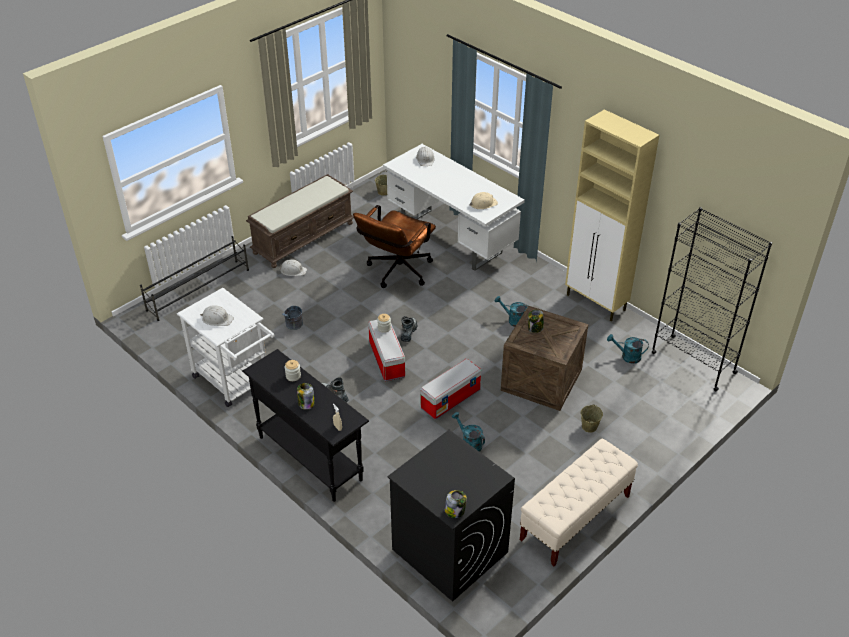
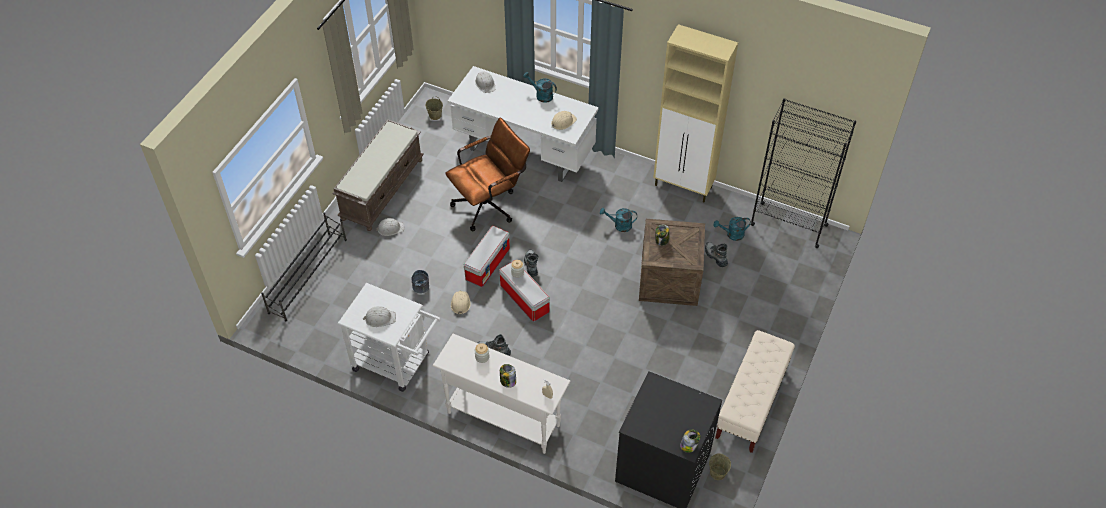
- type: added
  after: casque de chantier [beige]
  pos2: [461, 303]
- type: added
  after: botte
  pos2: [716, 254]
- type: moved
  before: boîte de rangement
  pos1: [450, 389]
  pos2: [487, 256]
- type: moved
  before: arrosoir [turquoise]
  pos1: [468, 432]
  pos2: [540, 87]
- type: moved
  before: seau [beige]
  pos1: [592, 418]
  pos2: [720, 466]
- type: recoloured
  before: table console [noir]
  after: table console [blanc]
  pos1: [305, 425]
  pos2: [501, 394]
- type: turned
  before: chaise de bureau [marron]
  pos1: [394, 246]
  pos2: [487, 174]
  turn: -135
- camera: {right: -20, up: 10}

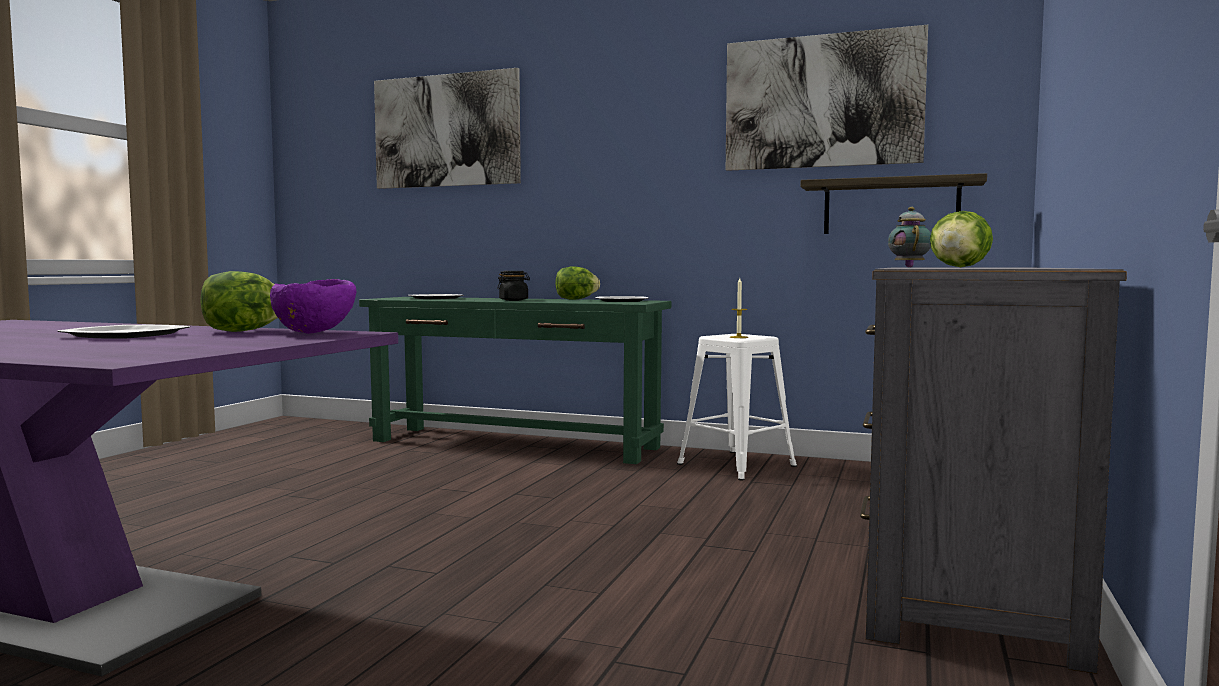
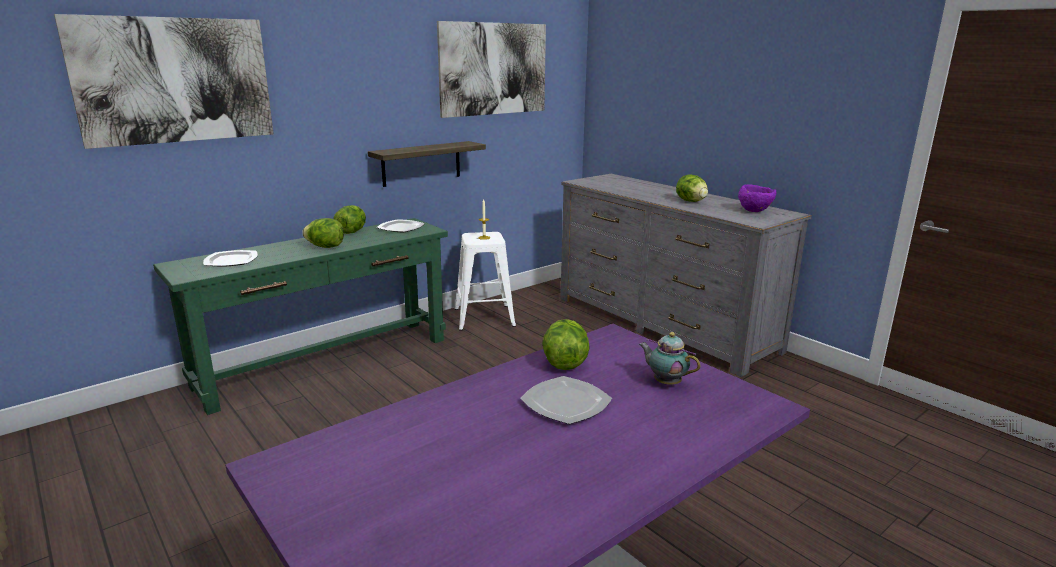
- type: moved
  before: bol [violet]
  pos1: [313, 306]
  pos2: [757, 198]
- type: moved
  before: étagère
  pos1: [894, 203]
  pos2: [427, 164]
- type: moved
  before: théière
  pos1: [909, 237]
  pos2: [669, 358]
- type: replaced
  before: bocal [noir]
  after: laitue
  pos1: [513, 286]
  pos2: [323, 233]
- camera: {right: -60, up: 15}

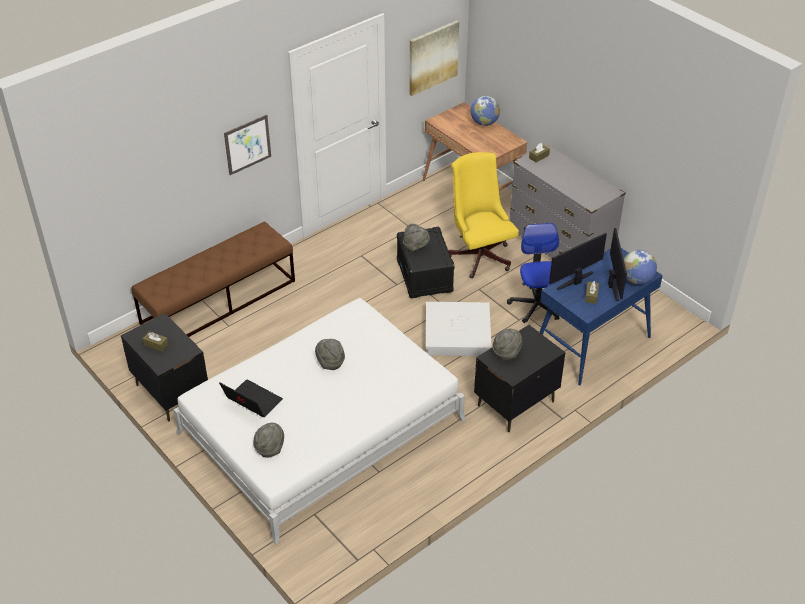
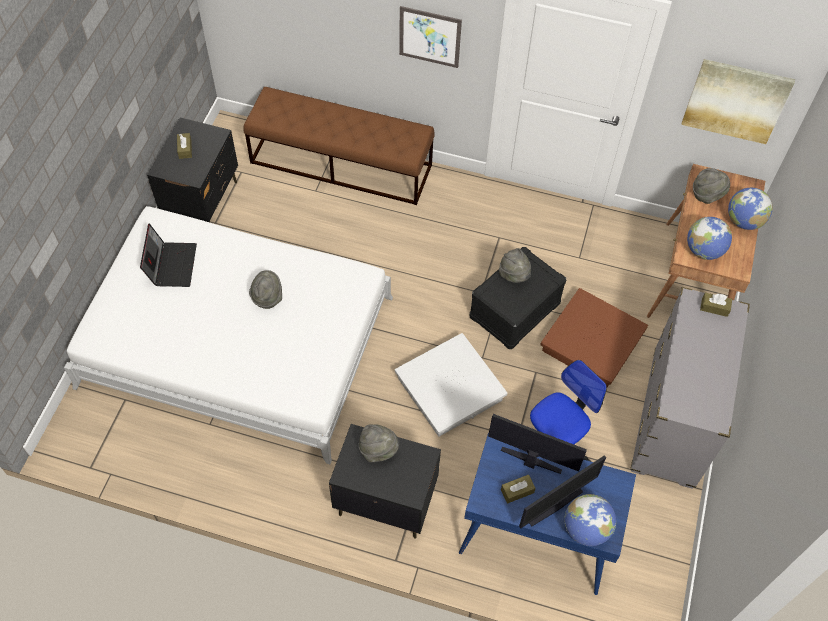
- type: added
  after: globe
  pos2: [709, 238]
- type: moved
  before: chapeau [gris]
  pos1: [268, 440]
  pos2: [711, 186]
- type: replaced
  before: chaise de bureau [jaune]
  after: boîte de rangement [marron]
  pos1: [483, 215]
  pos2: [594, 337]
- camera: {right: 55, up: 15}

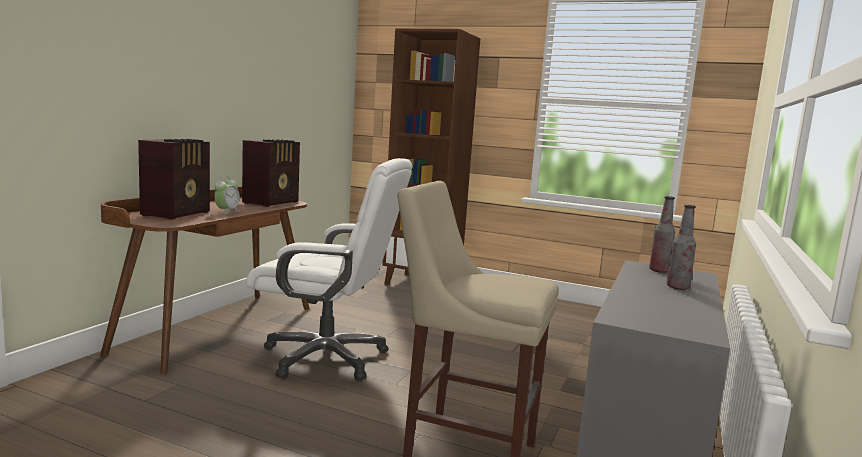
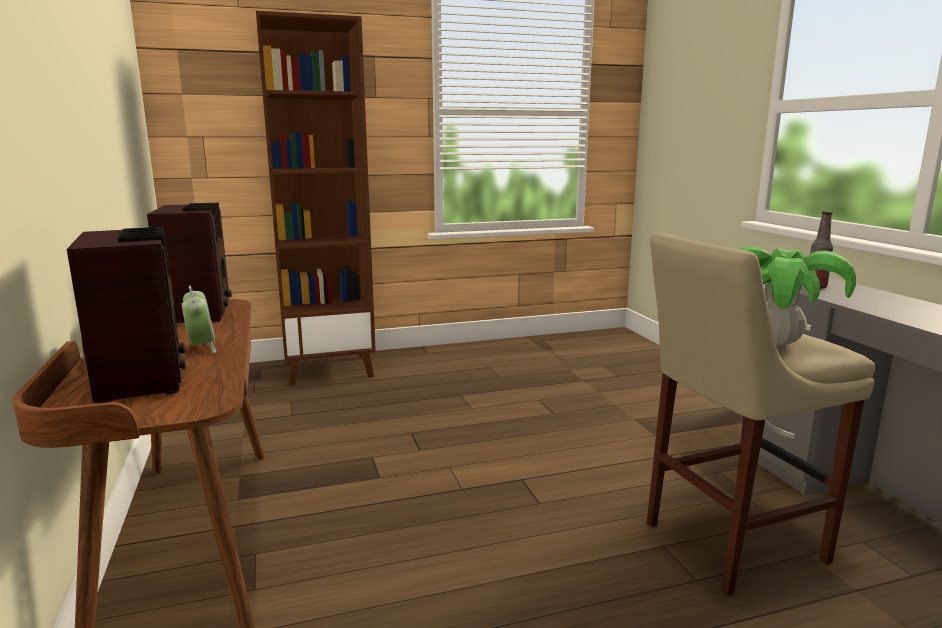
- type: removed
  before: chaise de bureau [blanc]
  pos1: [329, 269]
- type: removed
  before: bouteille
  pos1: [681, 247]
- type: added
  after: plante en pot
  pos2: [797, 296]
- camera: {right: -40, up: 5}

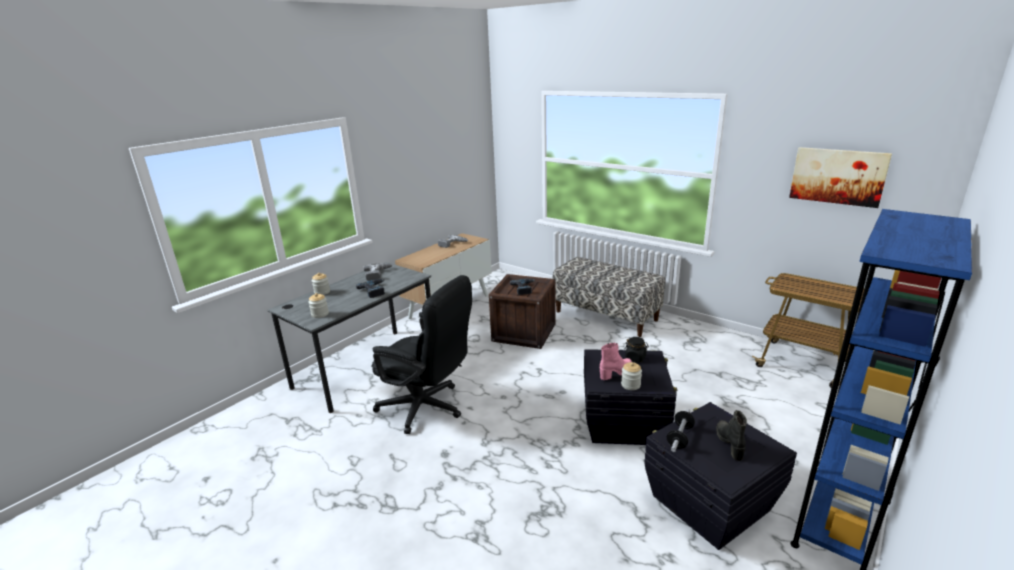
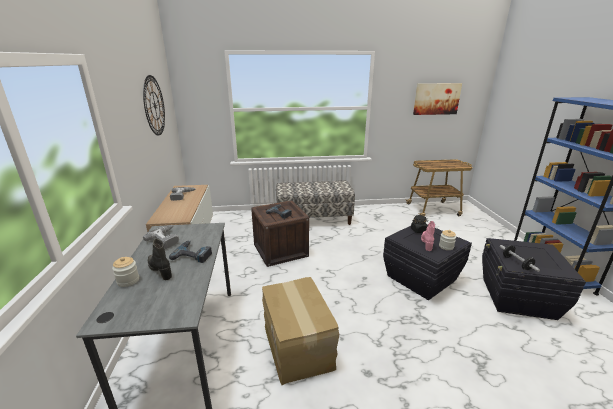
- type: removed
  before: bocal
  pos1: [318, 305]
- type: added
  after: horloge murale
  pos2: [154, 105]
- type: moved
  before: botte [noir]
  pos1: [731, 435]
  pos2: [160, 259]
- type: replaced
  before: chaise de bureau [noir]
  after: carton
  pos1: [421, 354]
  pos2: [300, 331]
- camera: {right: -45, up: 0}

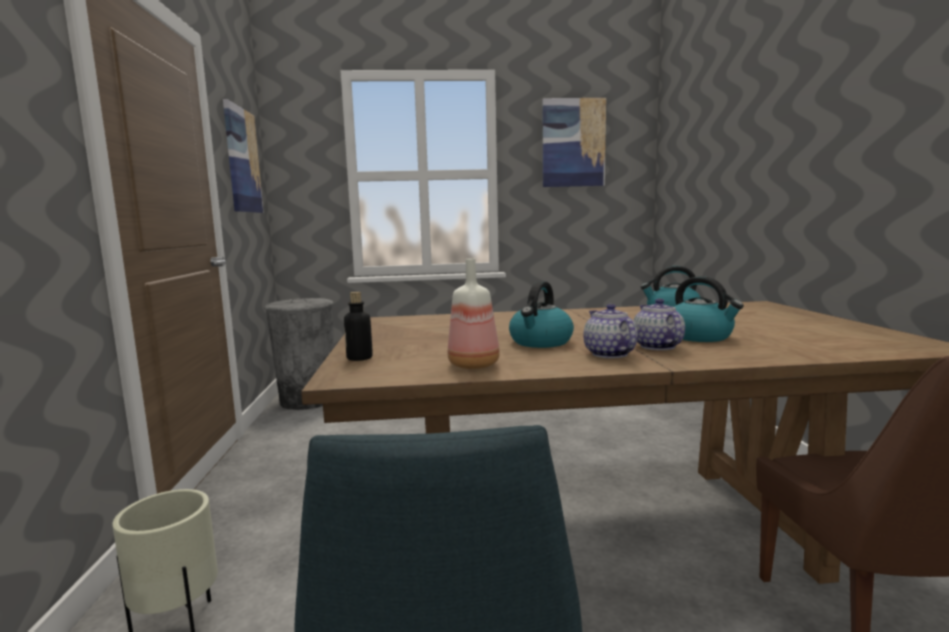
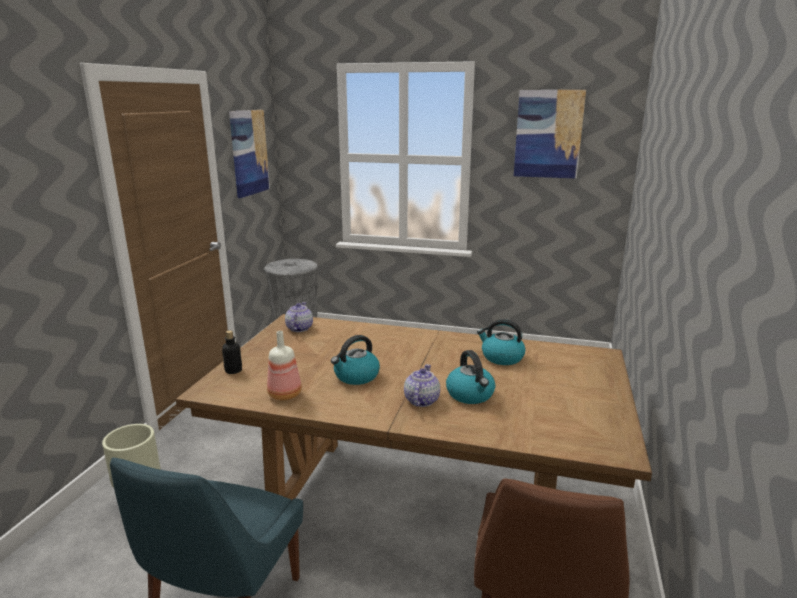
- type: moved
  before: théière
  pos1: [611, 331]
  pos2: [299, 317]
- camera: {right: 20, up: 10}

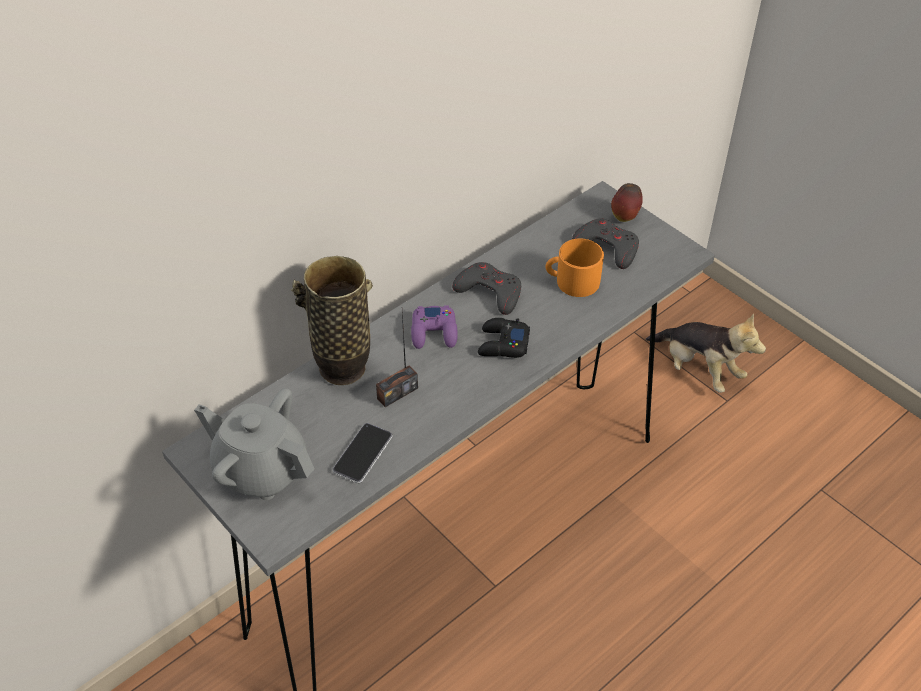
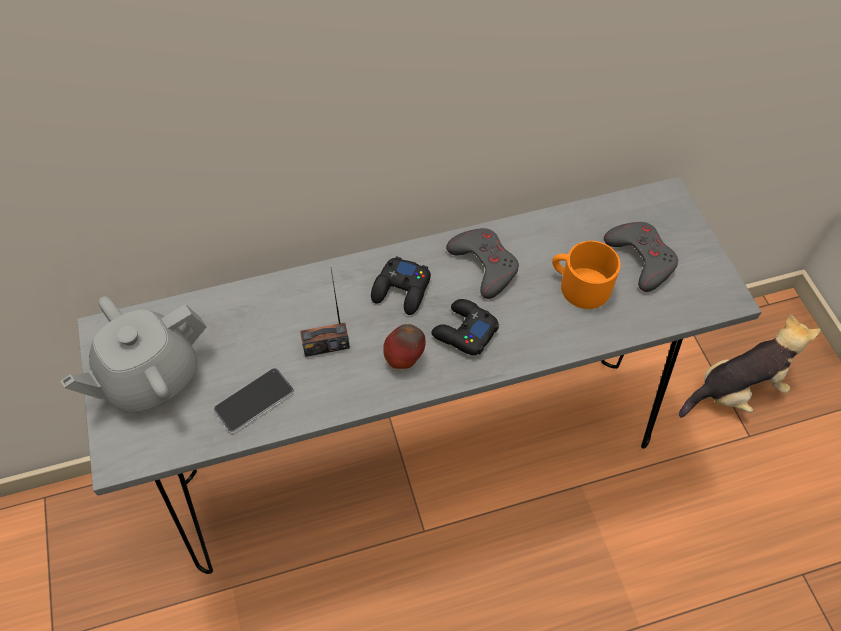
- type: removed
  before: vase
  pos1: [332, 320]
- type: moved
  before: pomme
  pos1: [627, 202]
  pos2: [404, 346]
- type: recoloured
  before: manette [violet]
  after: manette [noir]
  pos1: [434, 327]
  pos2: [401, 285]
- type: turned
  before: théière [gris]
  pos1: [254, 444]
  pos2: [133, 354]
  turn: -90
- type: turned
  before: peluche
  pos1: [706, 352]
  pos2: [750, 366]
  turn: -90
- camera: {right: 25, up: 10}

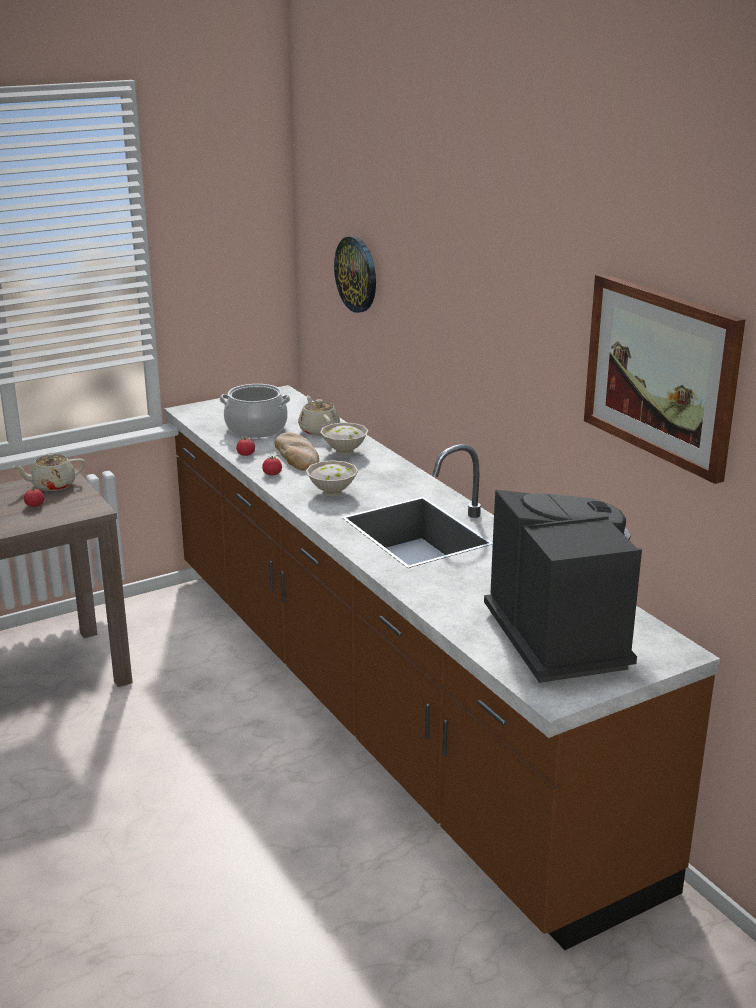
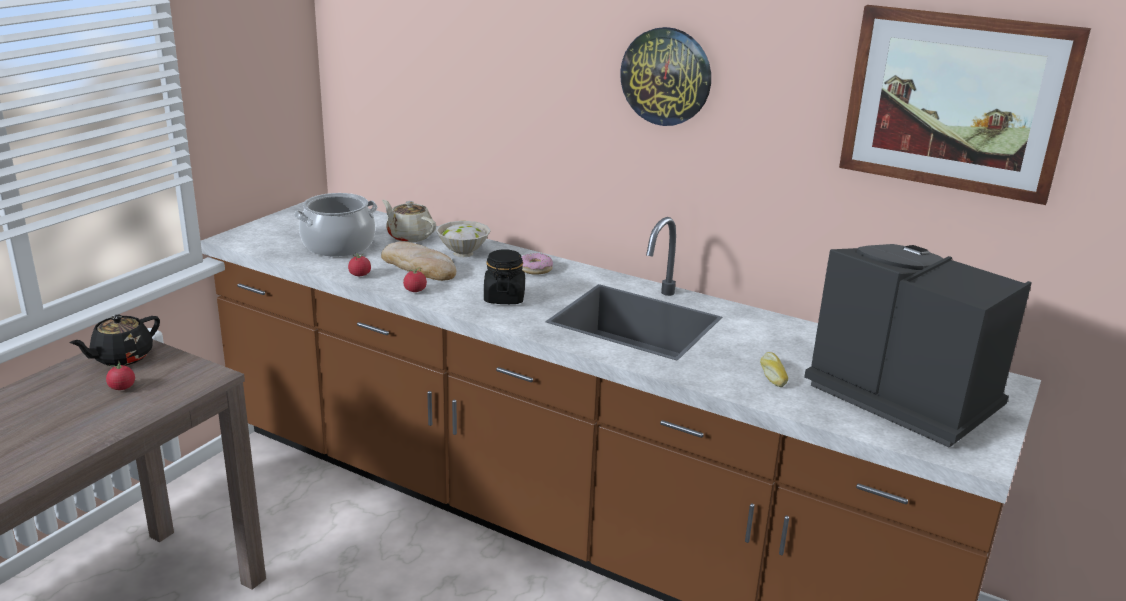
- type: added
  after: beignet
  pos2: [537, 264]
- type: added
  after: pain
  pos2: [774, 369]
- type: moved
  before: horloge murale
  pos1: [355, 274]
  pos2: [665, 76]
- type: replaced
  before: bol [blanc]
  after: bocal [noir]
  pos1: [332, 478]
  pos2: [504, 276]
- type: recoloured
  before: théière [beige]
  after: théière [noir]
  pos1: [48, 472]
  pos2: [114, 340]
- camera: {right: -30, up: 0}

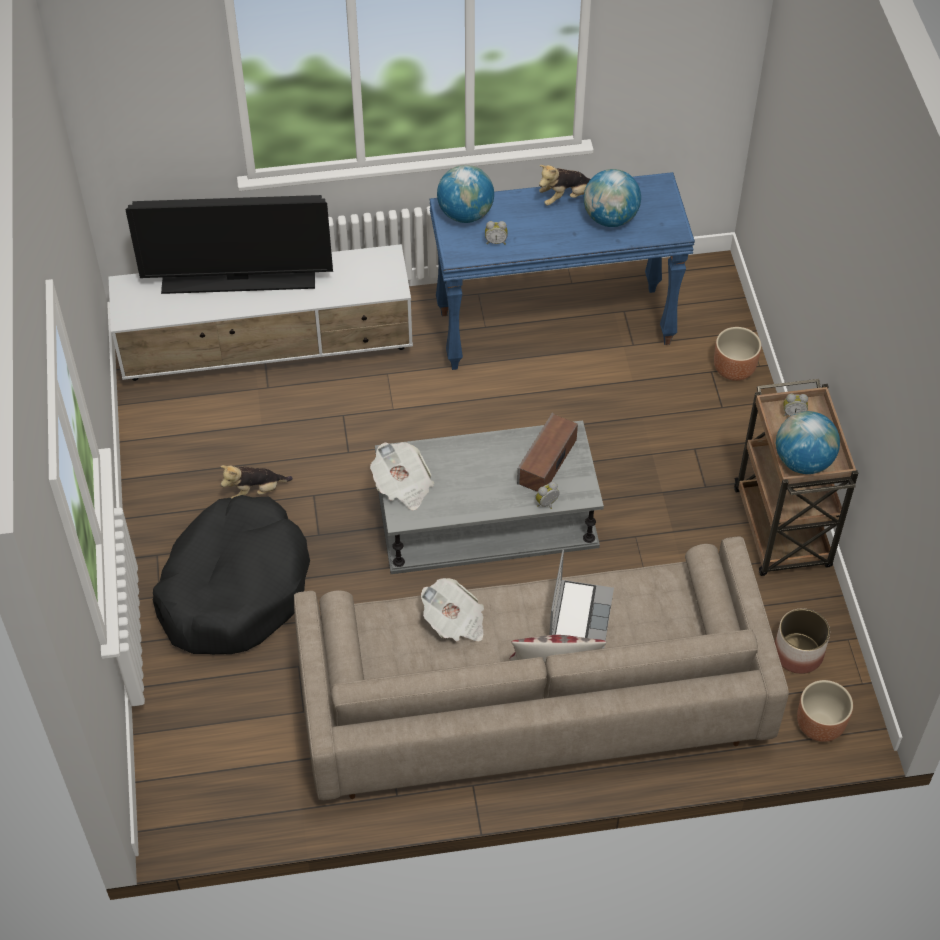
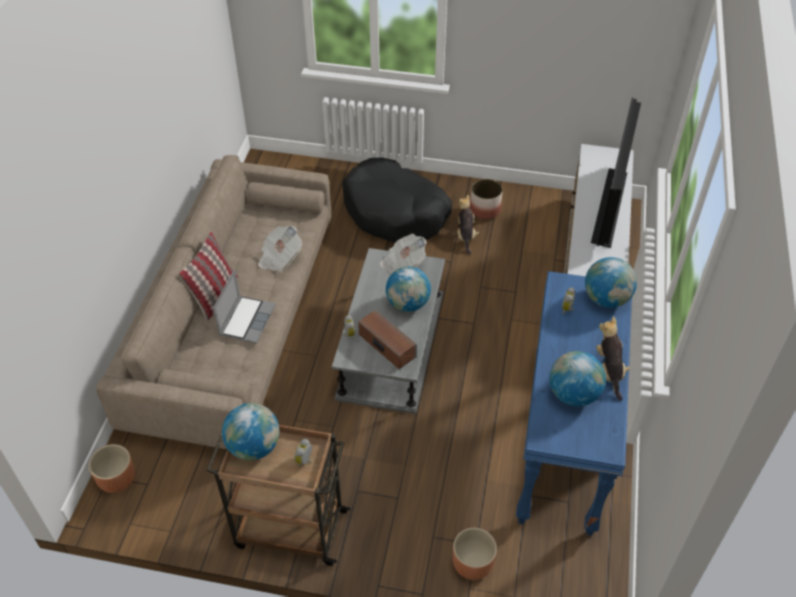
- type: added
  after: globe
  pos2: [408, 289]
- type: moved
  before: cache-pot
  pos1: [802, 641]
  pos2: [486, 199]
- type: turned
  before: ordinateur portable
  pos1: [581, 599]
  pos2: [244, 306]
  turn: -105
- camera: {right: 110, up: -5}

